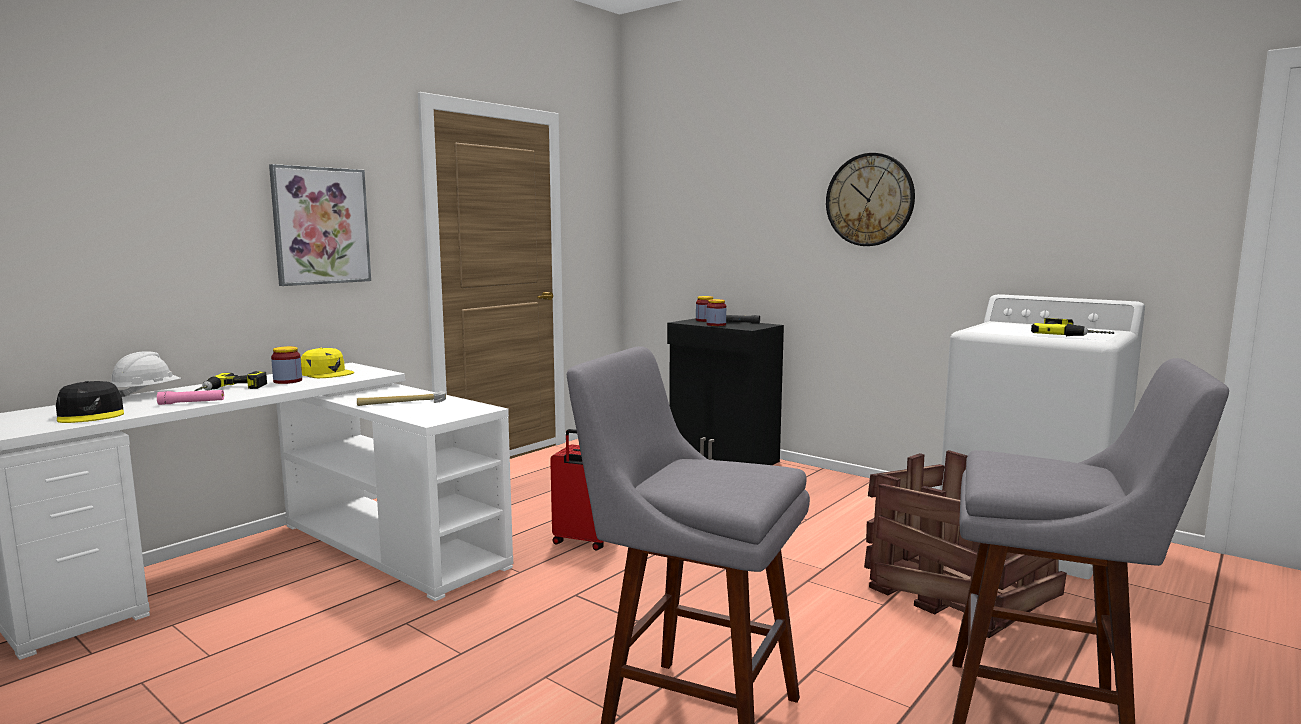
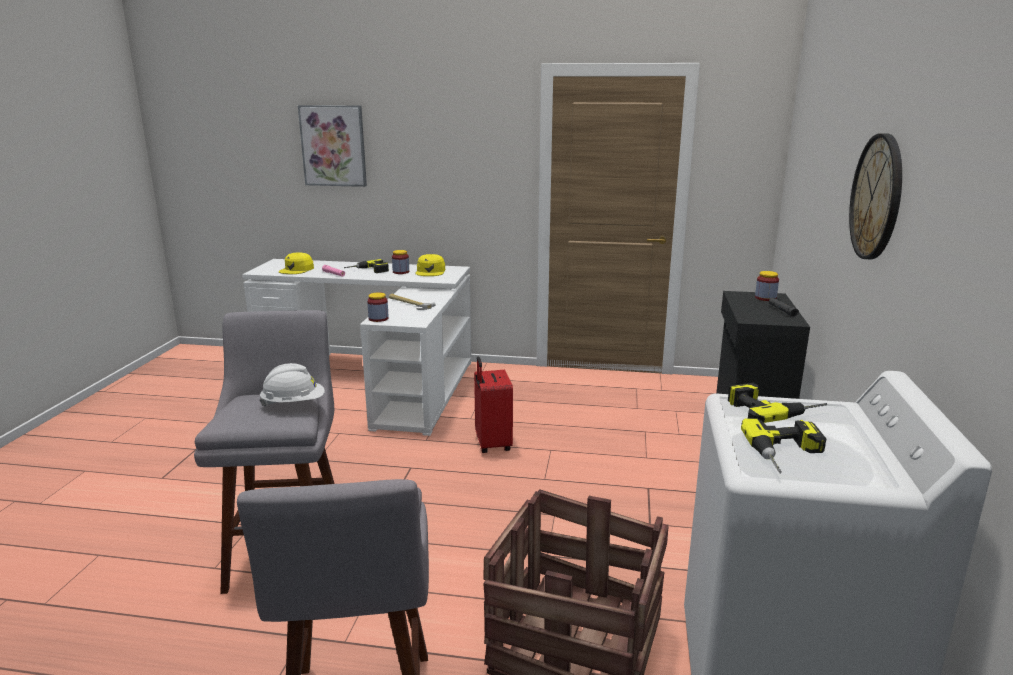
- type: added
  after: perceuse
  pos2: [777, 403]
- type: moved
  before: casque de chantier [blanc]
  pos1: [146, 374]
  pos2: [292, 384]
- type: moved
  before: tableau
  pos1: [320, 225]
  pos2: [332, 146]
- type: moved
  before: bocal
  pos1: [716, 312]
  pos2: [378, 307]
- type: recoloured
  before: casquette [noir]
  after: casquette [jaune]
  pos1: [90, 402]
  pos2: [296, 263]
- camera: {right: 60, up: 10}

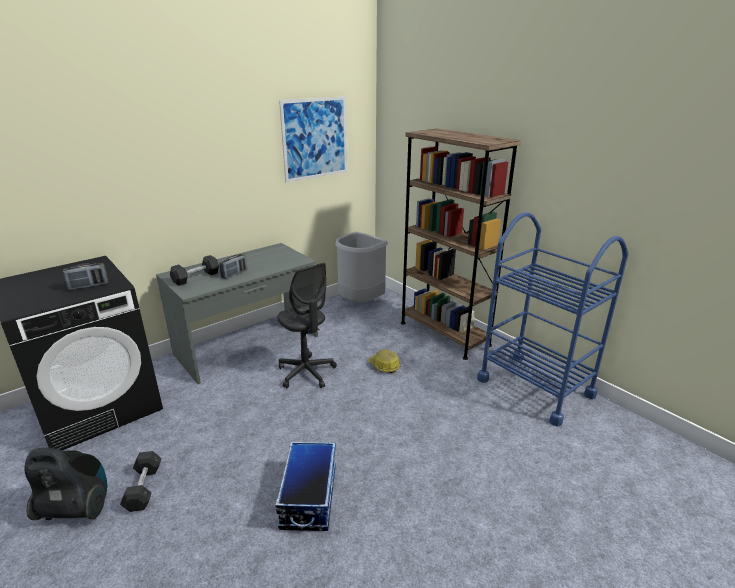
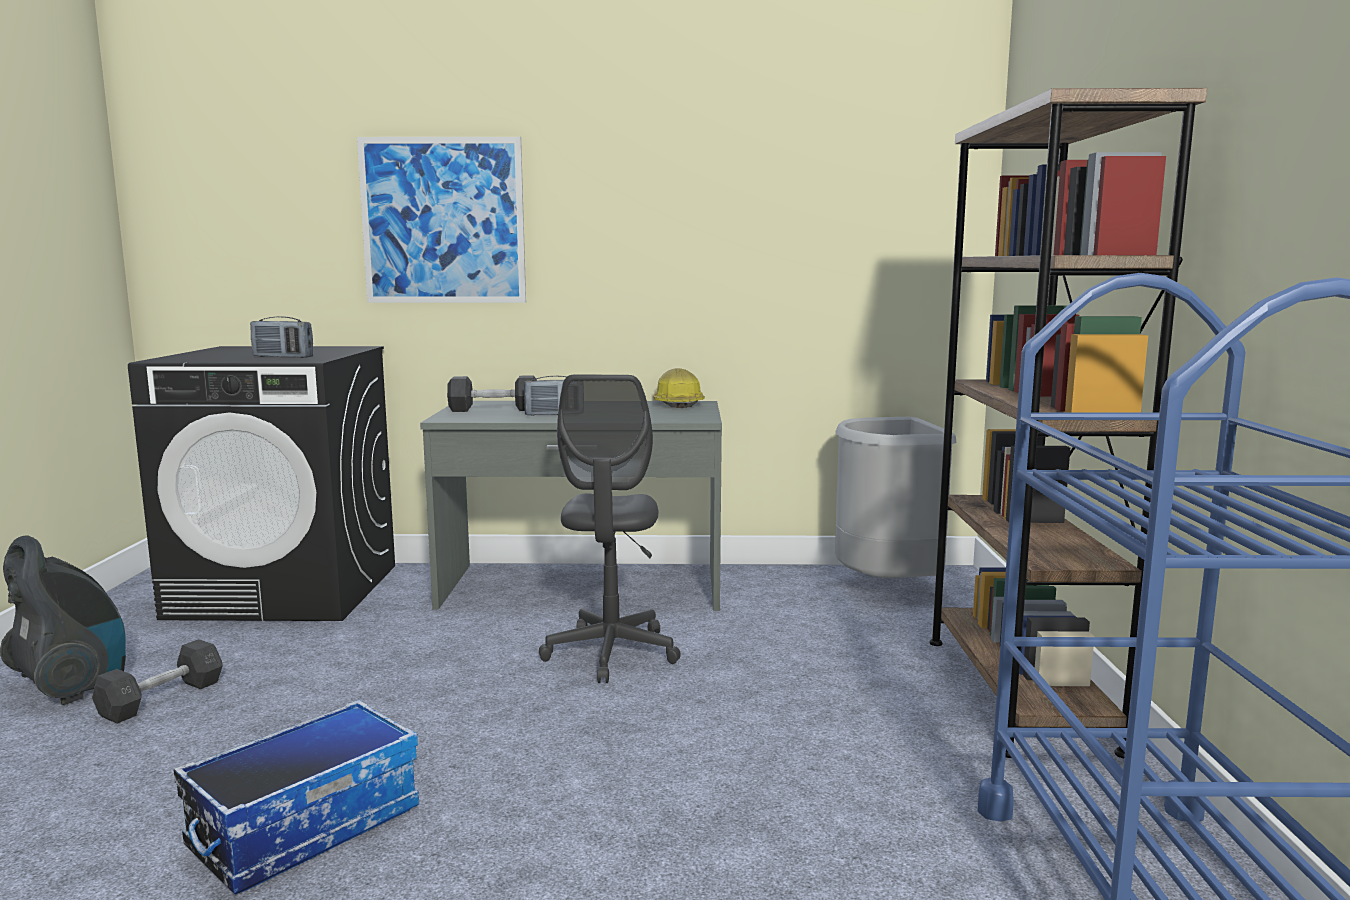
- type: moved
  before: tableau
  pos1: [313, 139]
  pos2: [441, 220]
- type: moved
  before: casque de chantier
  pos1: [384, 361]
  pos2: [679, 388]
- camera: {right: 40, up: -15}

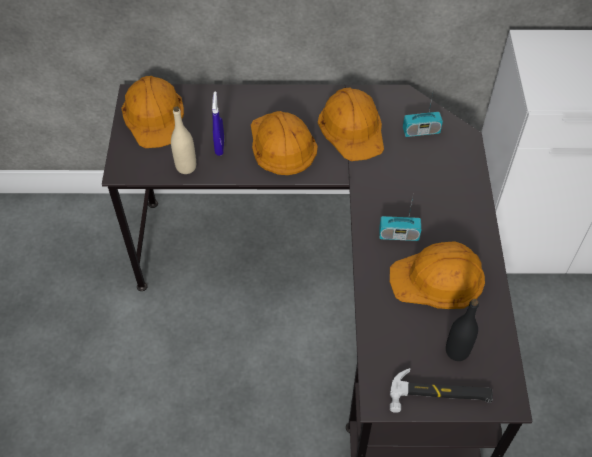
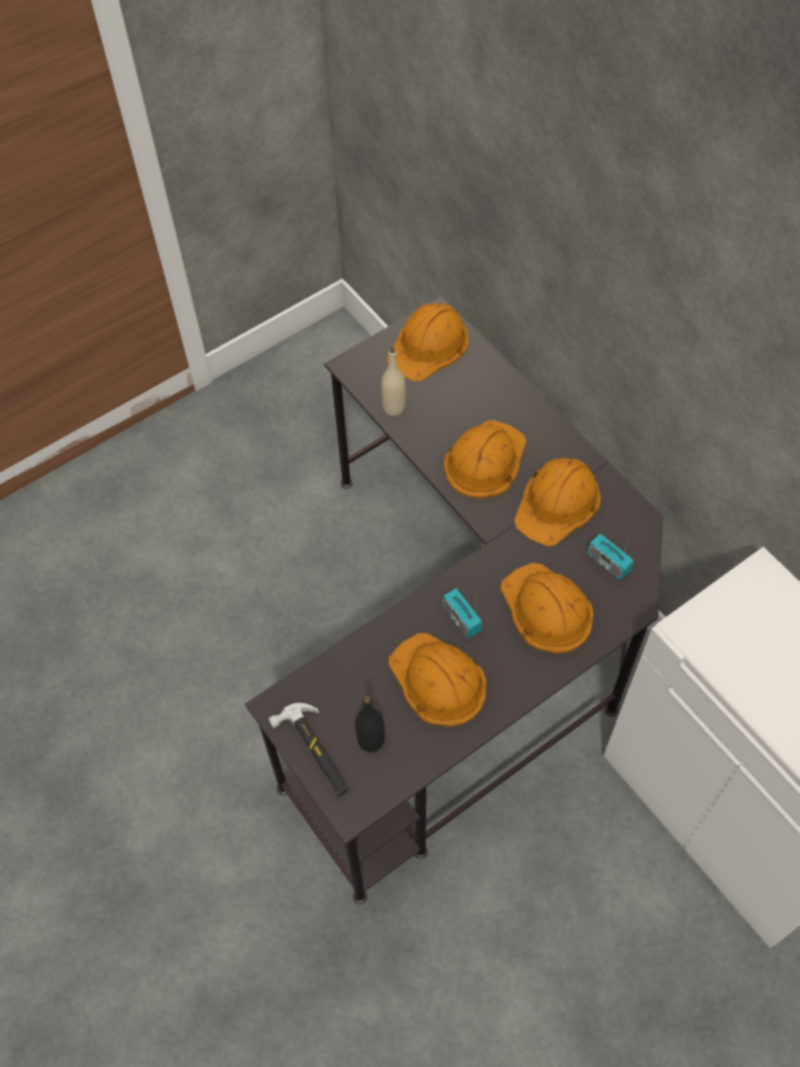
- type: removed
  before: vaporisateur [bleu]
  pos1: [218, 123]
- type: added
  after: casque de chantier [orange]
  pos2: [547, 608]
- camera: {right: 55, up: 5}

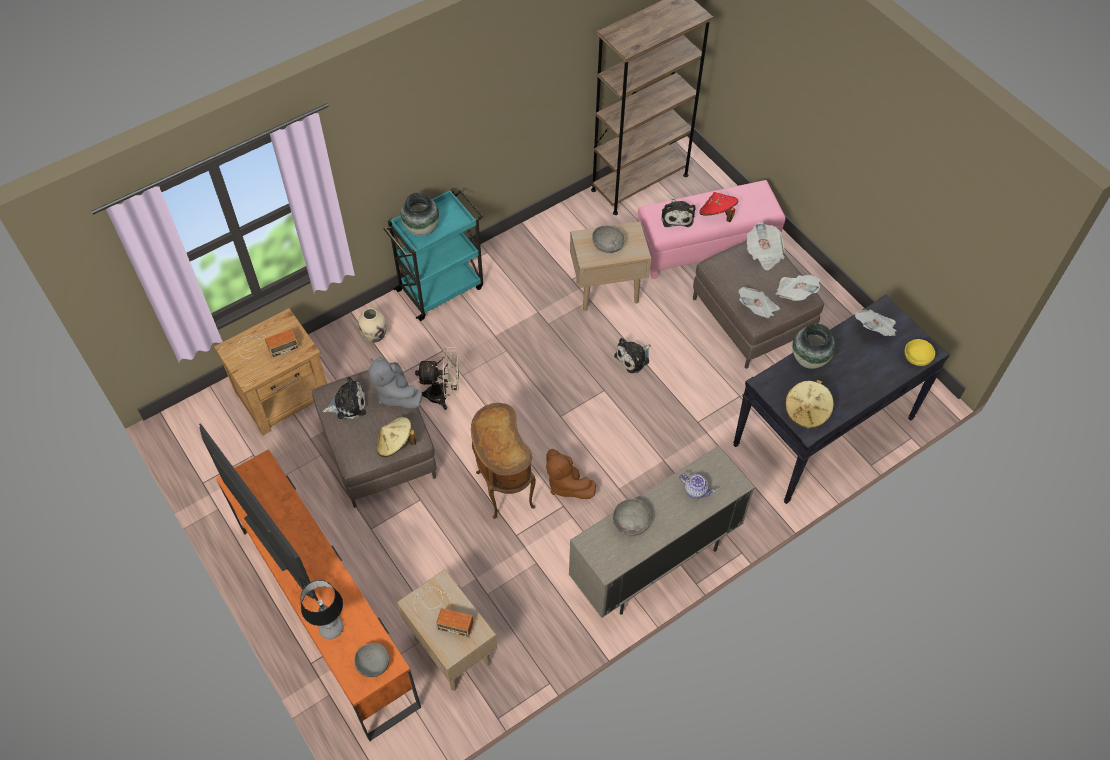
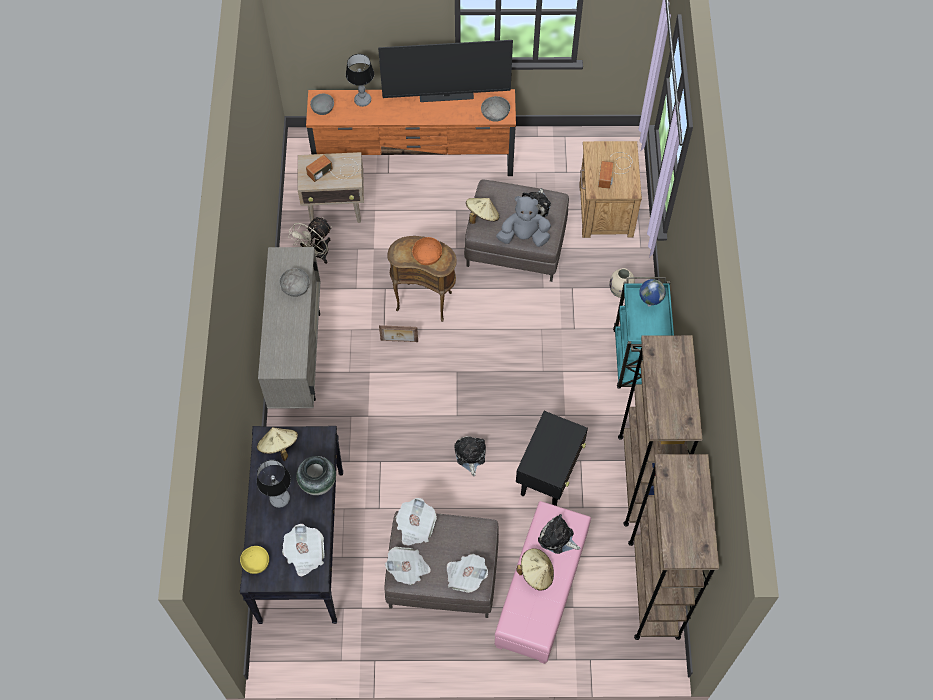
- type: removed
  before: théière
  pos1: [697, 486]
- type: added
  after: lampe de table
  pos2: [274, 484]
- type: added
  after: bol [orange]
  pos2: [427, 251]
- type: added
  after: bibliothèque [marron]
  pos2: [660, 430]
- type: moved
  before: ventilateur [beige]
  pos1: [437, 378]
  pos2: [310, 240]
- type: moved
  before: bol [gris]
  pos1: [608, 239]
  pos2: [495, 109]
- type: replaced
  before: vase
  after: globe
  pos1: [420, 214]
  pos2: [652, 293]
- type: replaced
  before: peluche [marron]
  after: cadre photo
  pos1: [571, 474]
  pos2: [398, 333]
- type: recoloured
  before: table d'appoint [beige]
  after: table d'appoint [noir]
  pos1: [610, 266]
  pos2: [552, 458]
- type: recoloured
  before: chapeau [rouge]
  after: chapeau [beige]
  pos1: [718, 207]
  pos2: [535, 570]
- camera: {right: 125, up: 5}

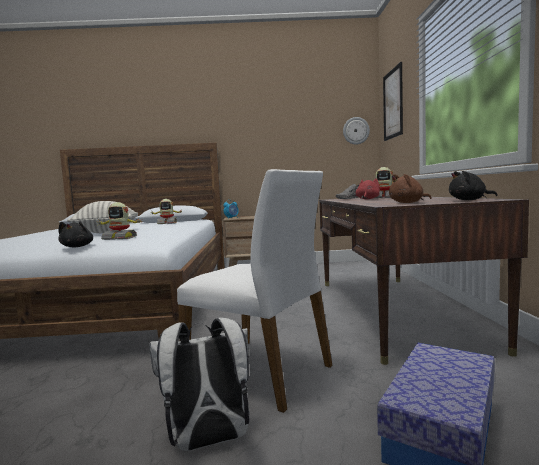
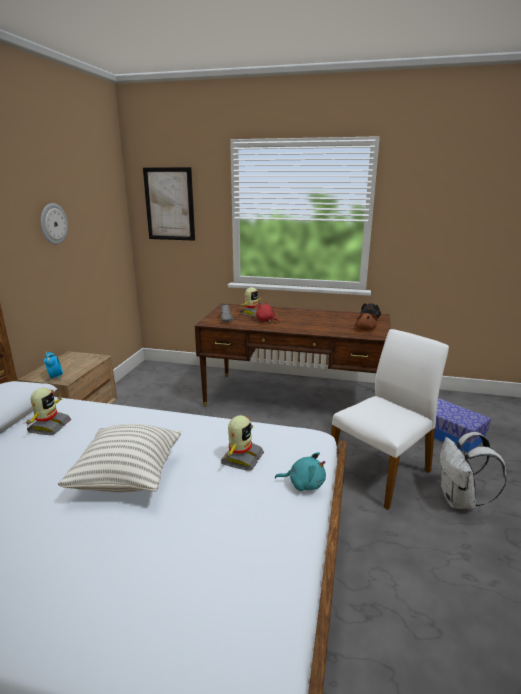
- type: moved
  before: horloge murale
  pos1: [356, 131]
  pos2: [54, 224]
- type: recoloured
  before: peluche [noir]
  after: peluche [turquoise]
  pos1: [75, 234]
  pos2: [300, 471]
- camera: {right: -75, up: 15}

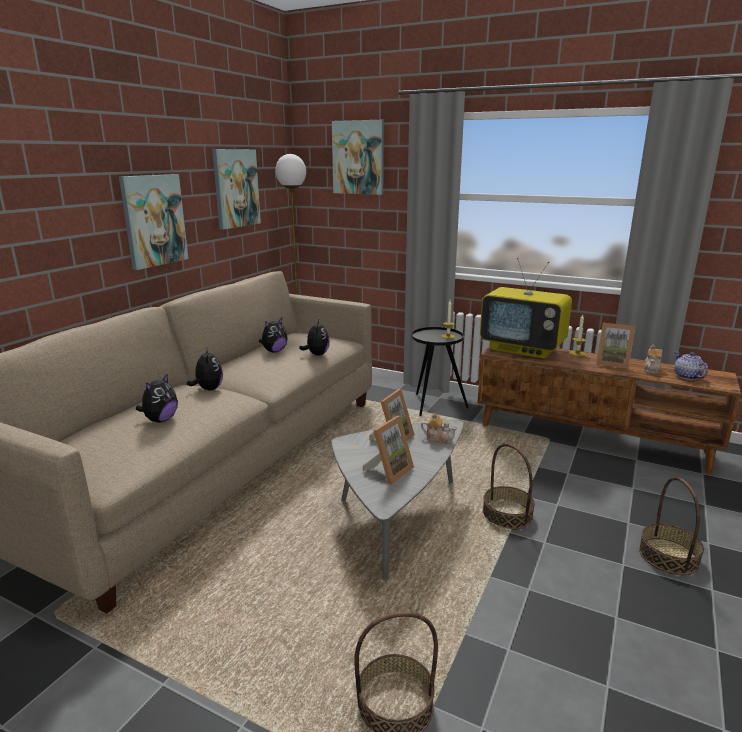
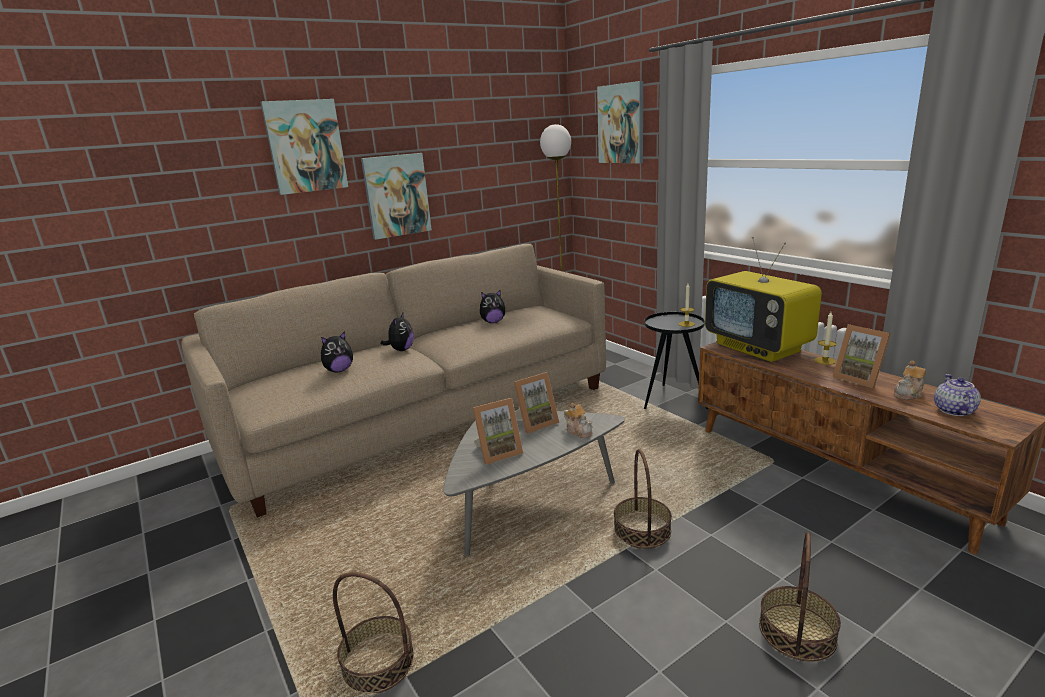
- type: removed
  before: peluche
  pos1: [314, 338]
- type: moved
  before: tableau
  pos1: [236, 189]
  pos2: [304, 147]
- camera: {right: 30, up: 0}

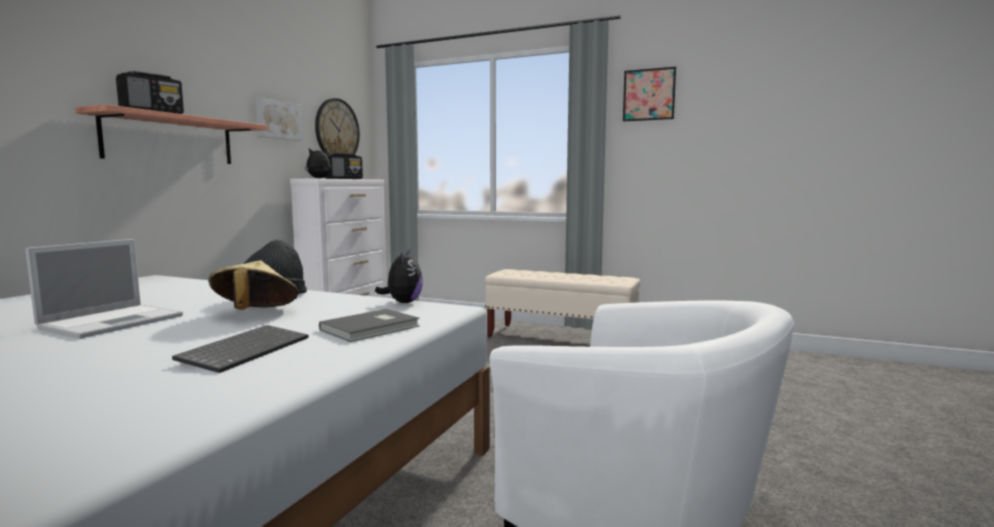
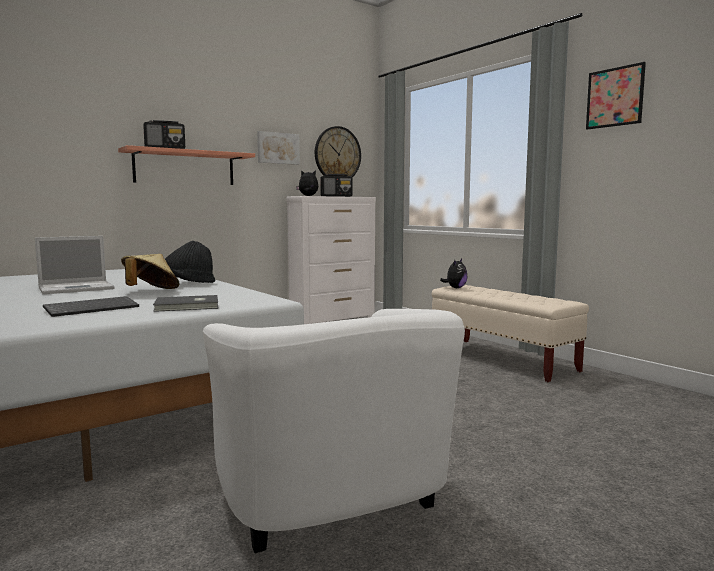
- type: moved
  before: peluche
  pos1: [399, 276]
  pos2: [454, 273]
- camera: {right: 30, up: 0}

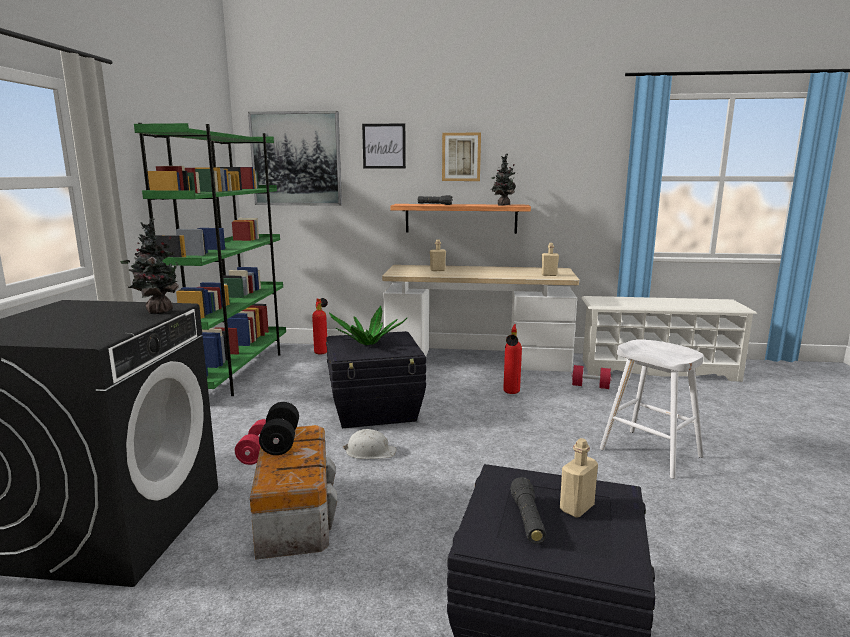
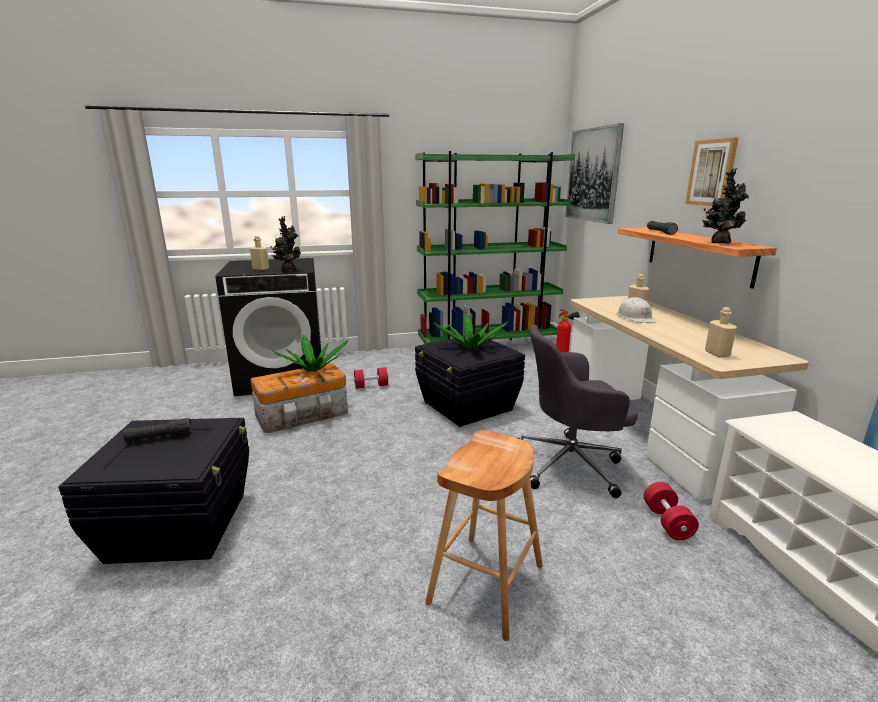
- type: removed
  before: tableau
  pos1: [384, 146]
- type: moved
  before: casque de chantier [blanc]
  pos1: [369, 444]
  pos2: [636, 310]
- type: moved
  before: bouteille [beige]
  pos1: [579, 478]
  pos2: [259, 253]
- type: replaced
  before: haltère [noir]
  after: plante en pot
  pos1: [279, 428]
  pos2: [310, 353]
- type: replaced
  before: extincteur
  after: chaise de bureau [gris]
  pos1: [512, 359]
  pos2: [578, 411]
- type: recoloured
  before: tabouret [blanc]
  after: tabouret [marron]
  pos1: [652, 409]
  pos2: [484, 535]
- camera: {right: 70, up: 5}

